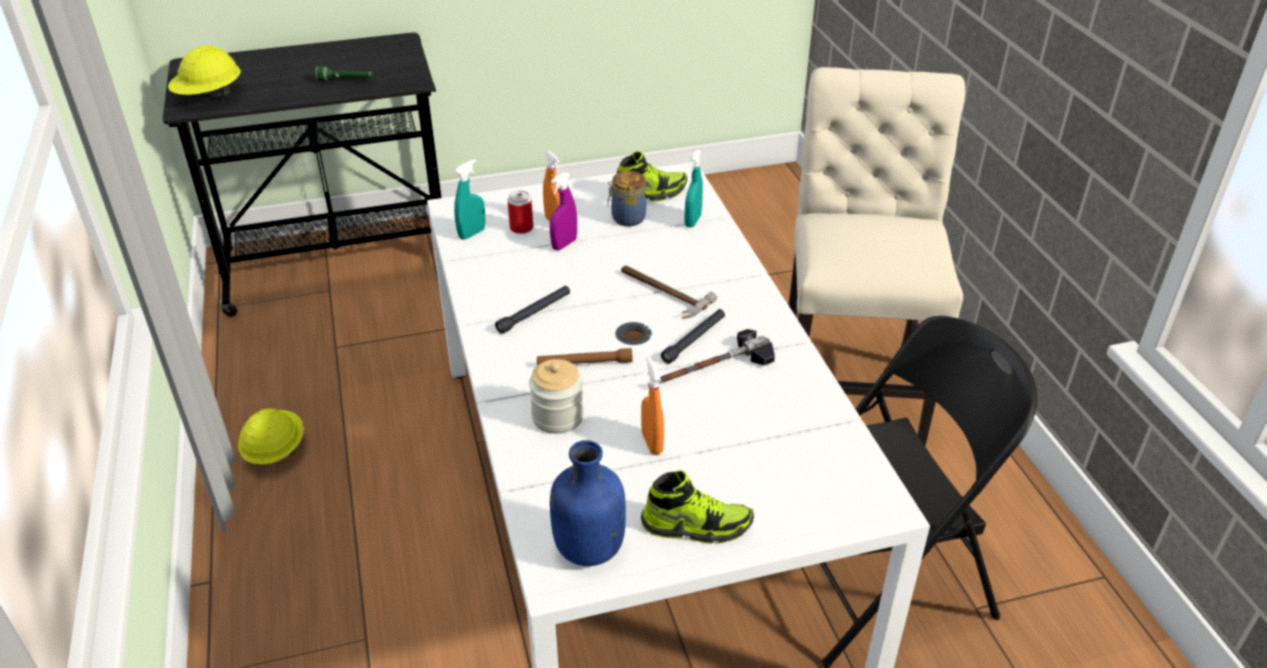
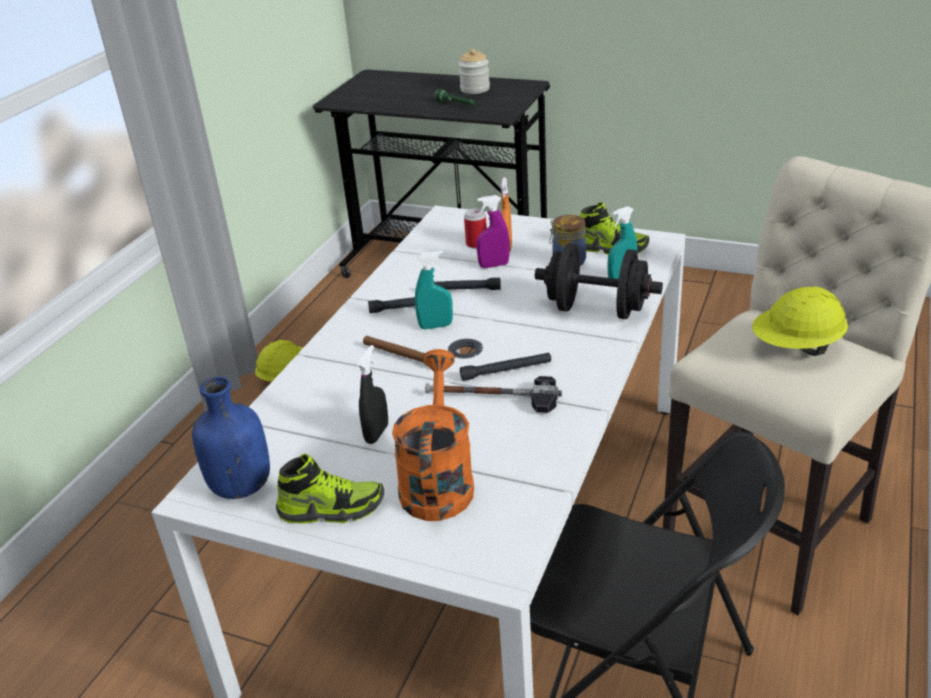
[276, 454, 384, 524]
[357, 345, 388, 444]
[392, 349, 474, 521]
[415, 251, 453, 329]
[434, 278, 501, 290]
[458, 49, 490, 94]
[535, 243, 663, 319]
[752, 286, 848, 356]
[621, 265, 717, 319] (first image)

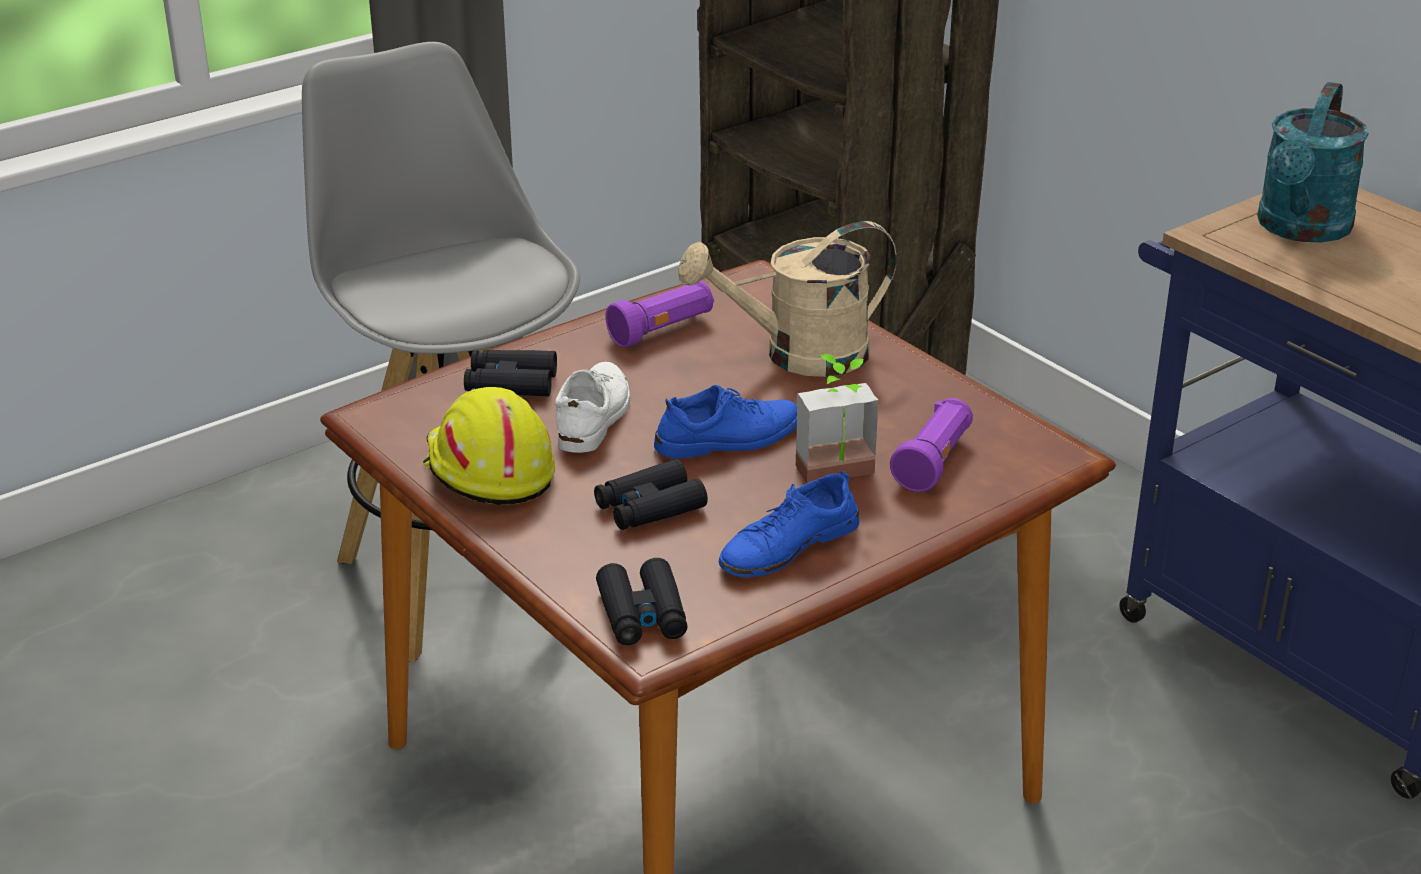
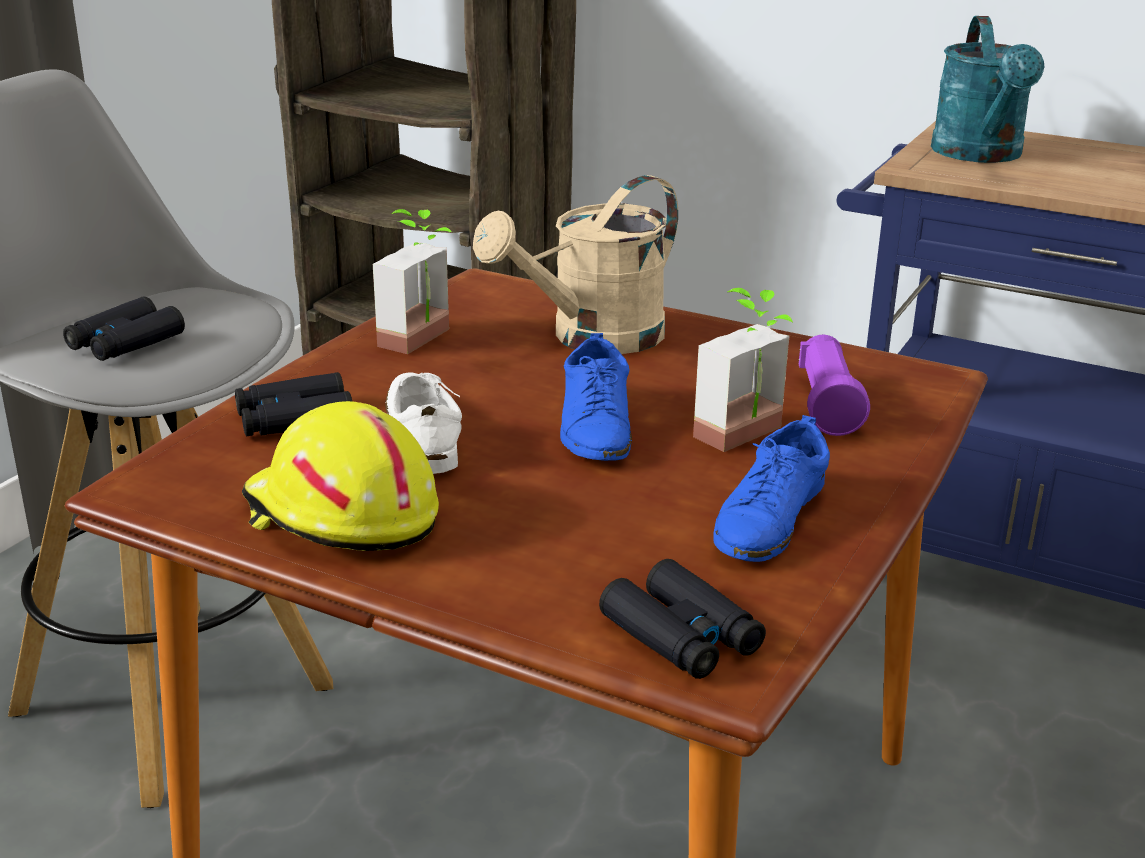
[63, 297, 185, 361]
[373, 209, 451, 354]
[560, 333, 632, 461]

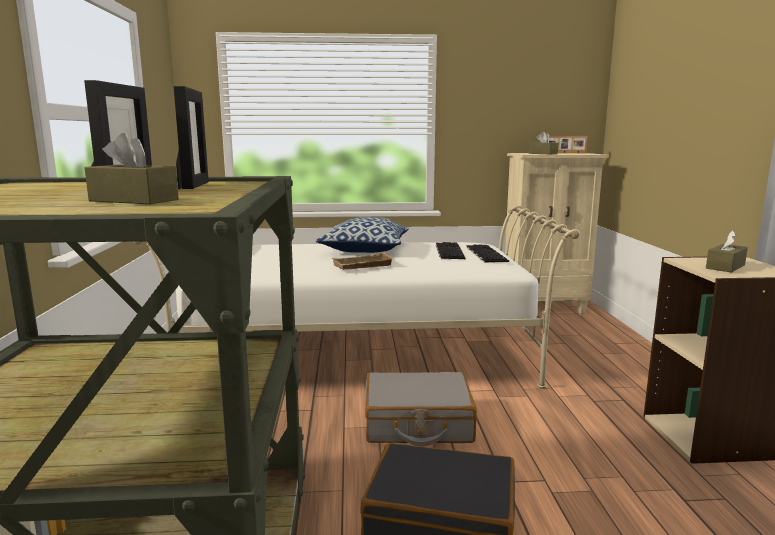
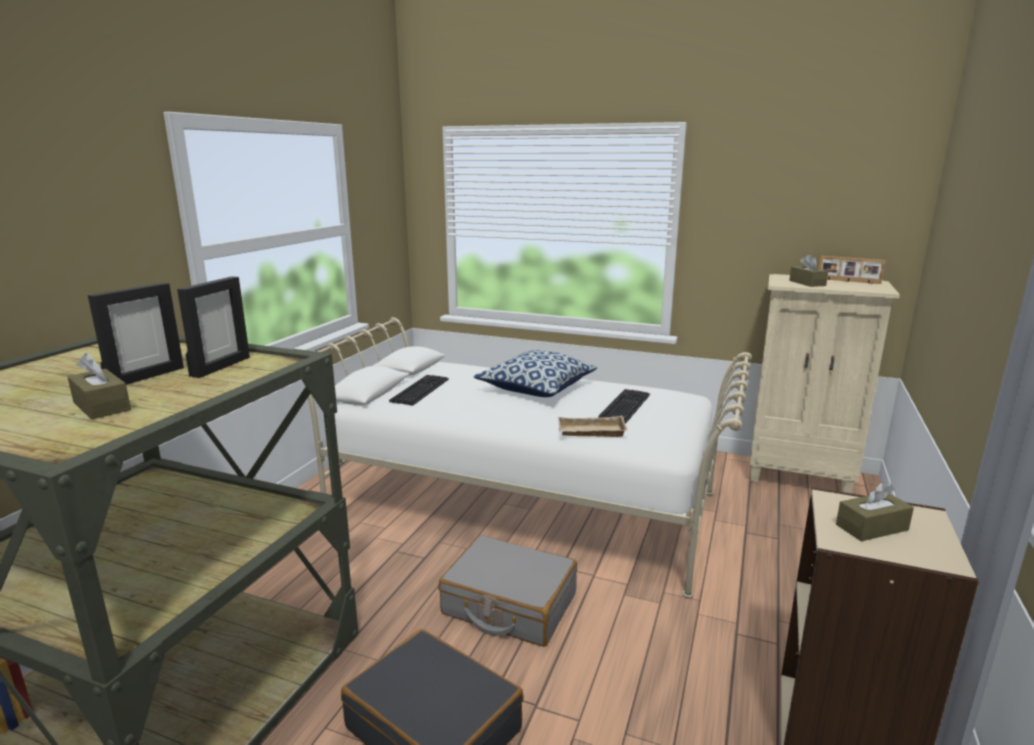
[389, 375, 449, 406]
[558, 416, 627, 437]

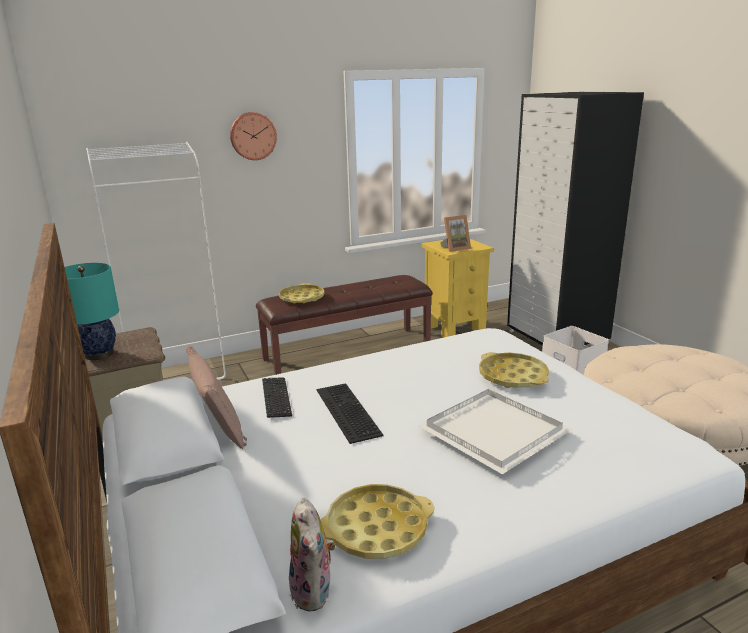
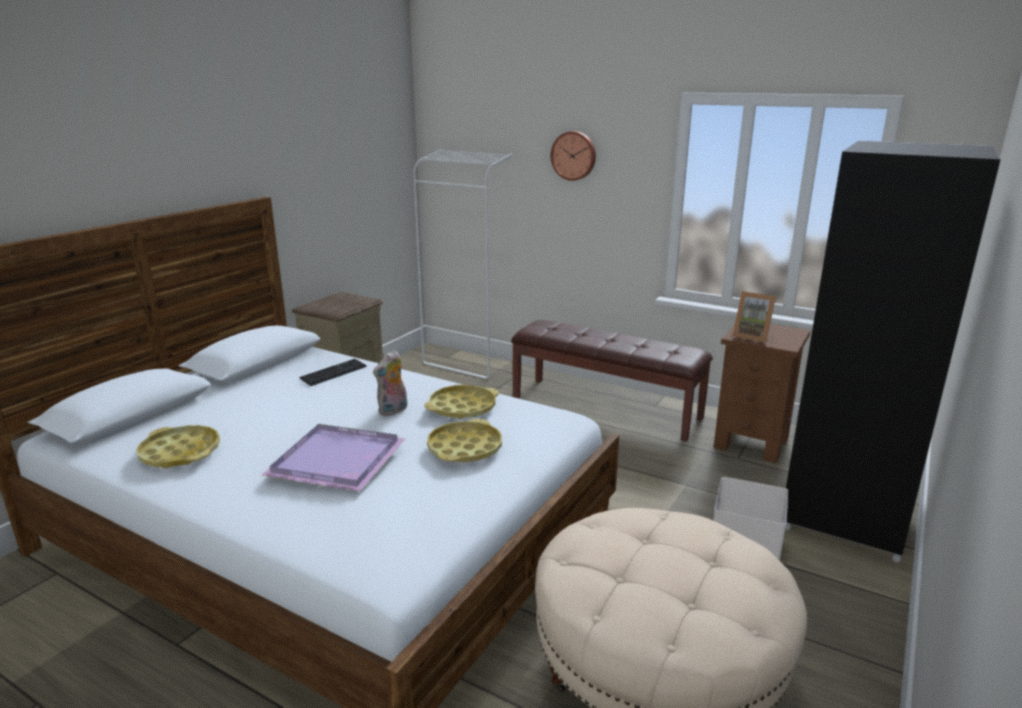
[262, 424, 405, 491]
[373, 350, 407, 416]
[424, 385, 499, 419]
[713, 324, 811, 463]
[65, 263, 119, 360] (first image)
[186, 345, 247, 449] (first image)
[317, 383, 383, 444] (first image)

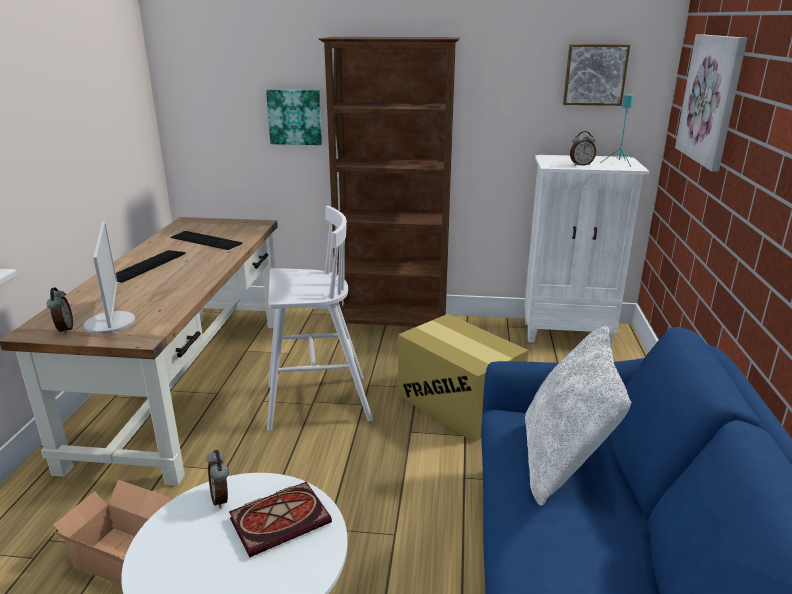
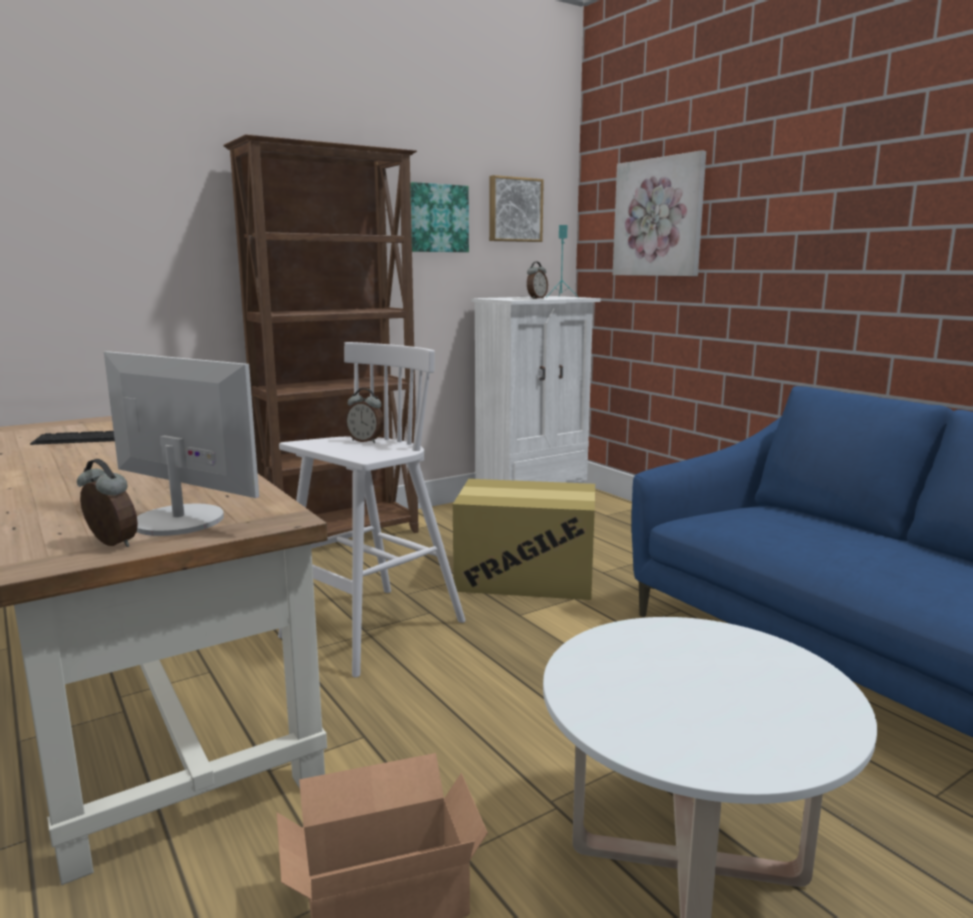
[344, 388, 384, 443]
[410, 182, 469, 252]
[116, 250, 185, 283] (first image)
[229, 482, 332, 557] (first image)
[525, 326, 631, 506] (first image)

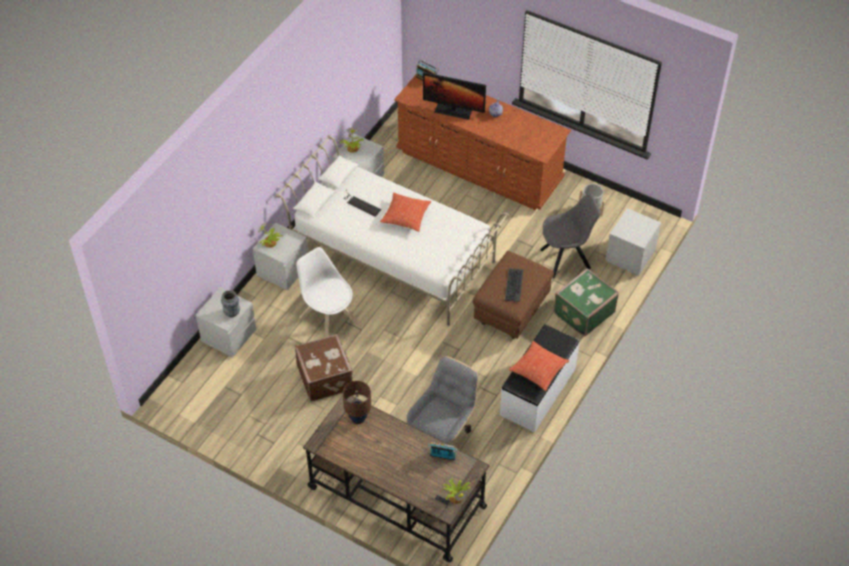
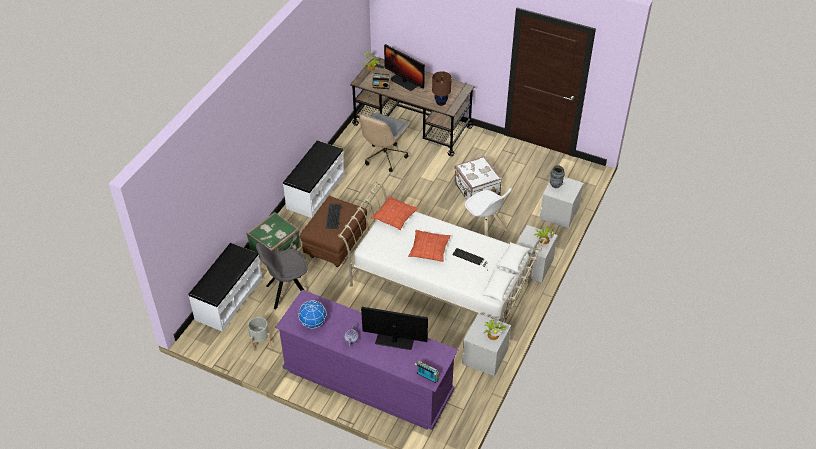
[188, 243, 262, 332]
[275, 290, 458, 430]
[298, 301, 327, 328]
[371, 196, 419, 230]
[384, 44, 425, 91]
[454, 156, 502, 200]

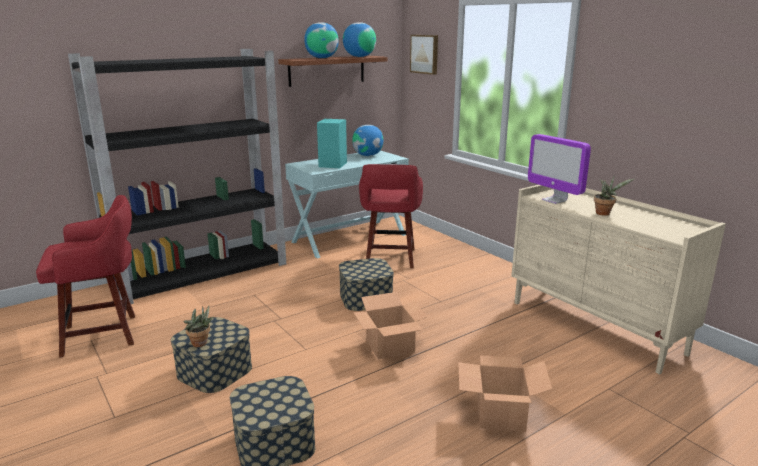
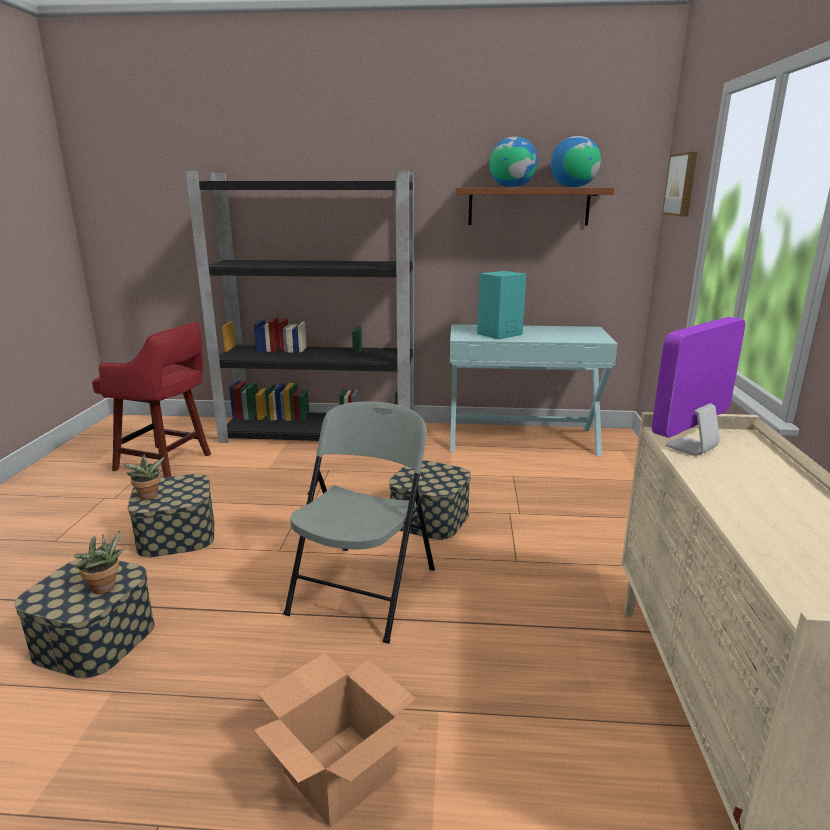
[74, 531, 125, 594]
[283, 401, 435, 644]
[652, 317, 745, 456]
[352, 125, 383, 156] (first image)
[359, 164, 423, 268] (first image)

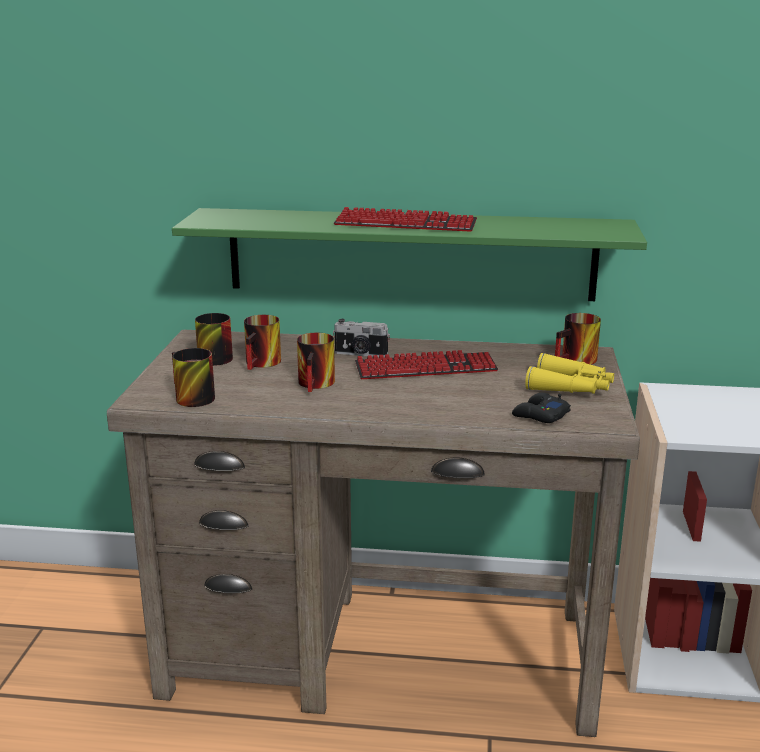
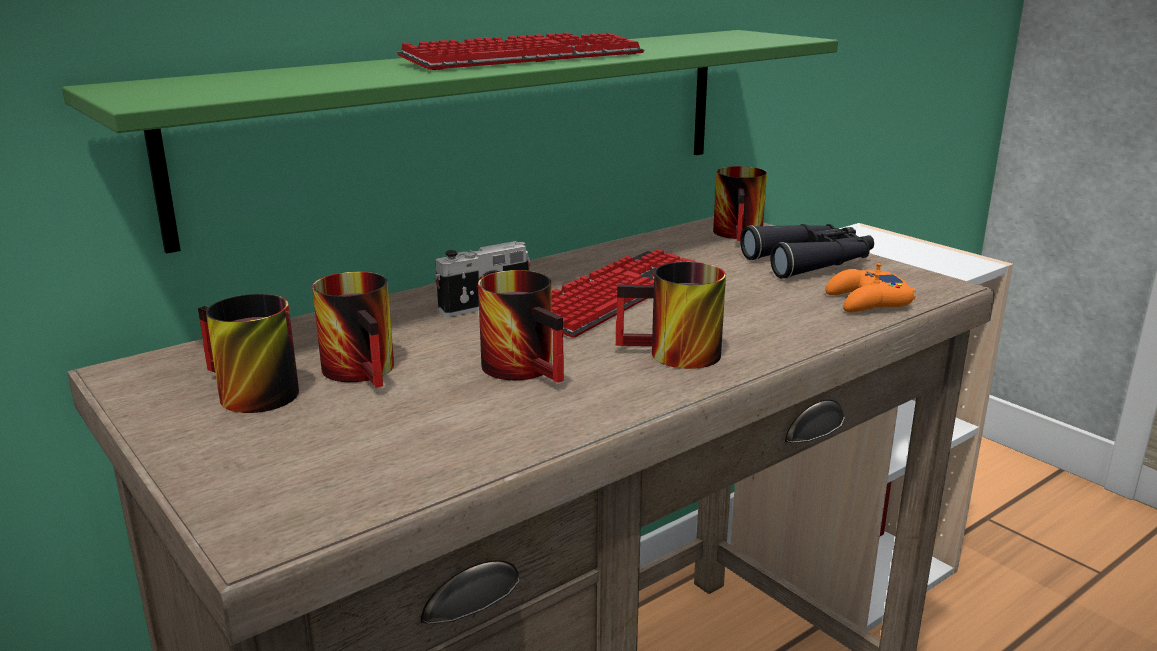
[616, 262, 726, 369]
[740, 224, 874, 279]
[825, 263, 916, 312]

